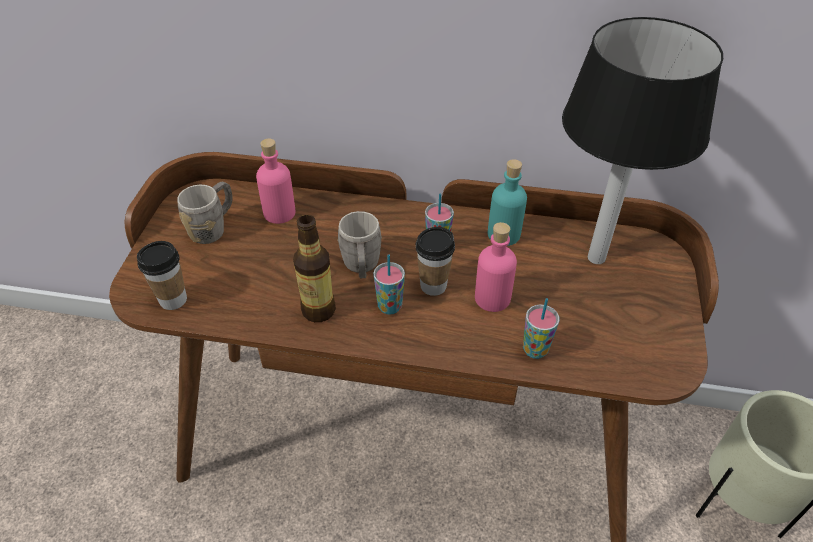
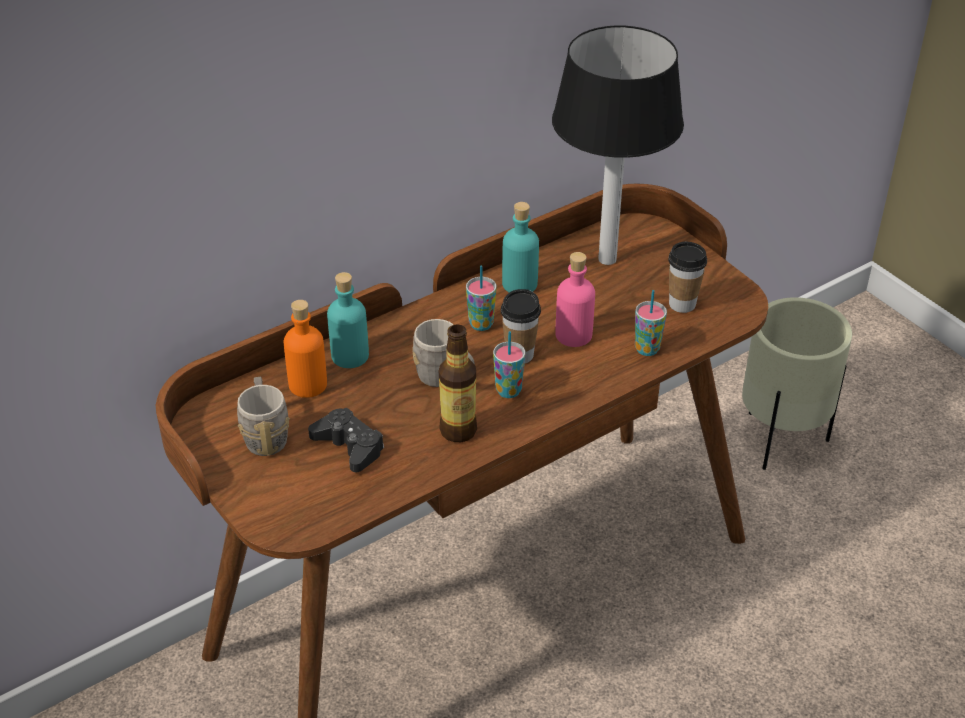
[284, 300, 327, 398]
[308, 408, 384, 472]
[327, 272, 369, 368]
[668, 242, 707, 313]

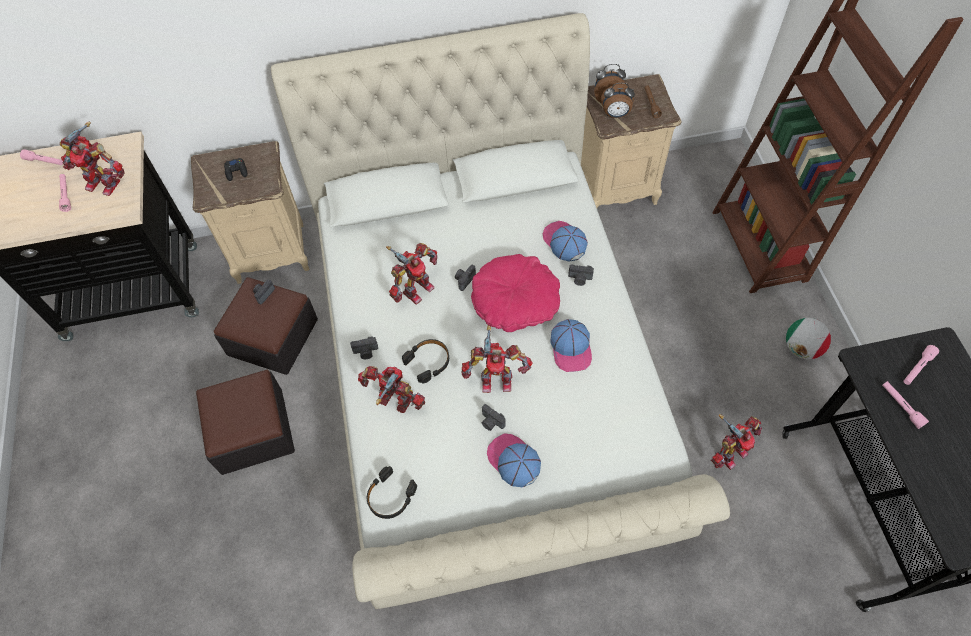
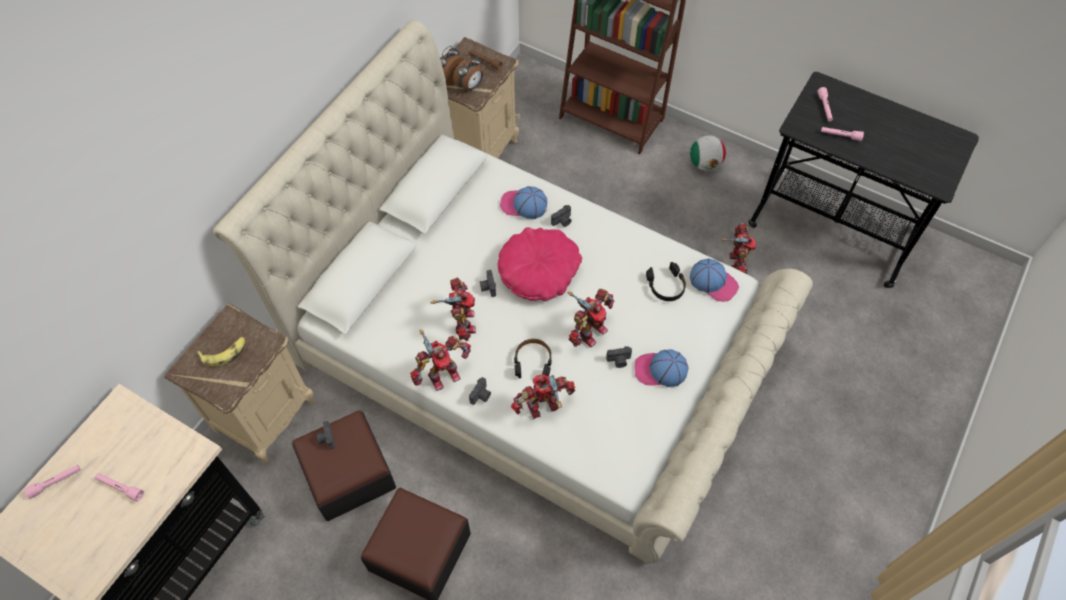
[197, 337, 246, 367]
[410, 329, 471, 391]
[646, 262, 686, 301]
[690, 258, 739, 302]

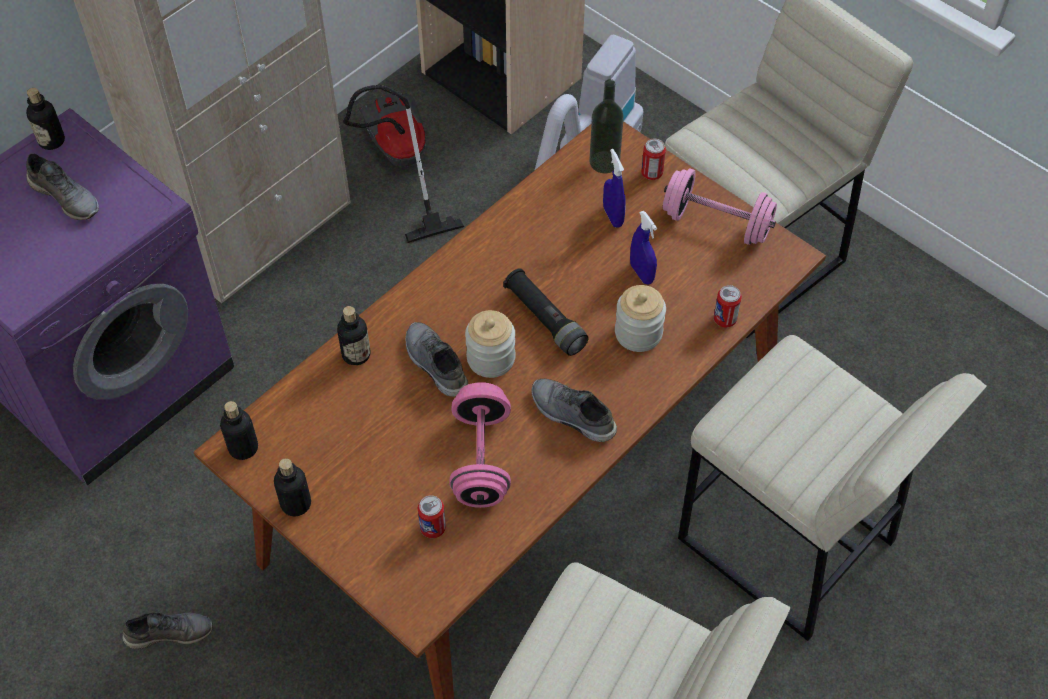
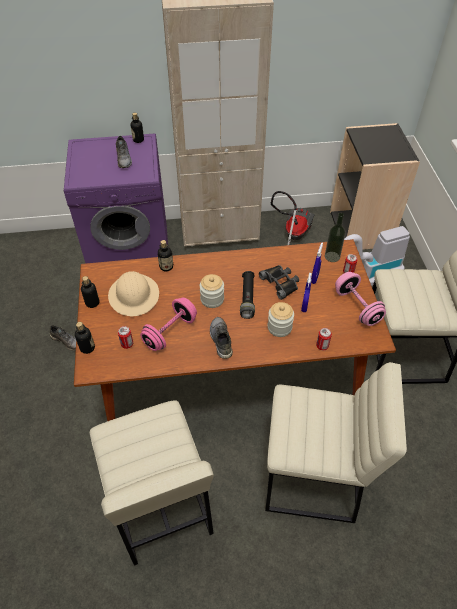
[75, 322, 95, 354]
[108, 271, 159, 316]
[259, 265, 299, 300]
[265, 362, 407, 523]
[405, 322, 468, 397] (first image)

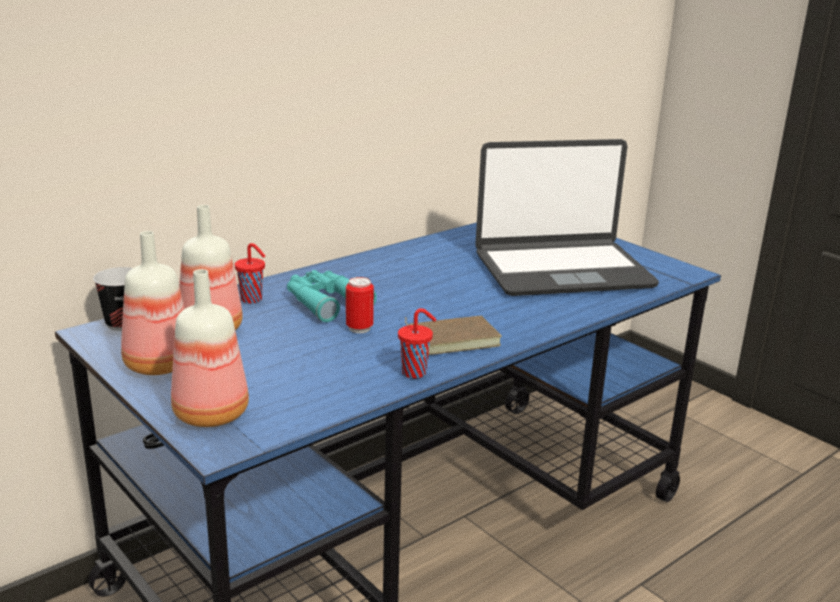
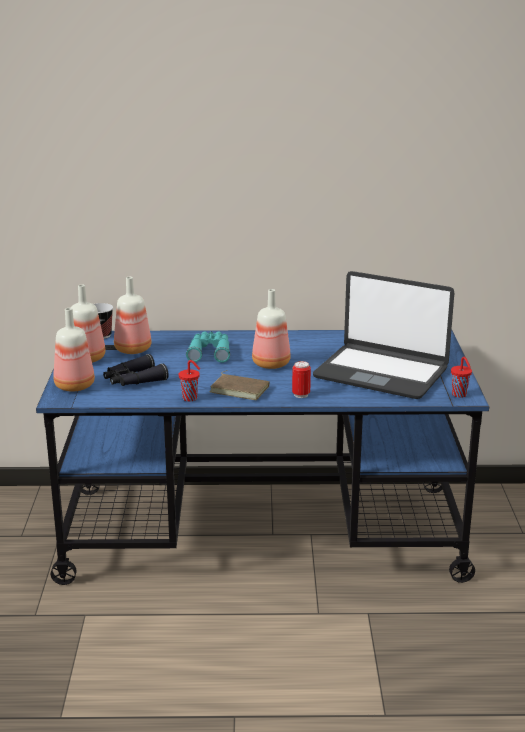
[103, 354, 169, 386]
[252, 289, 291, 369]
[292, 361, 311, 398]
[451, 357, 472, 398]

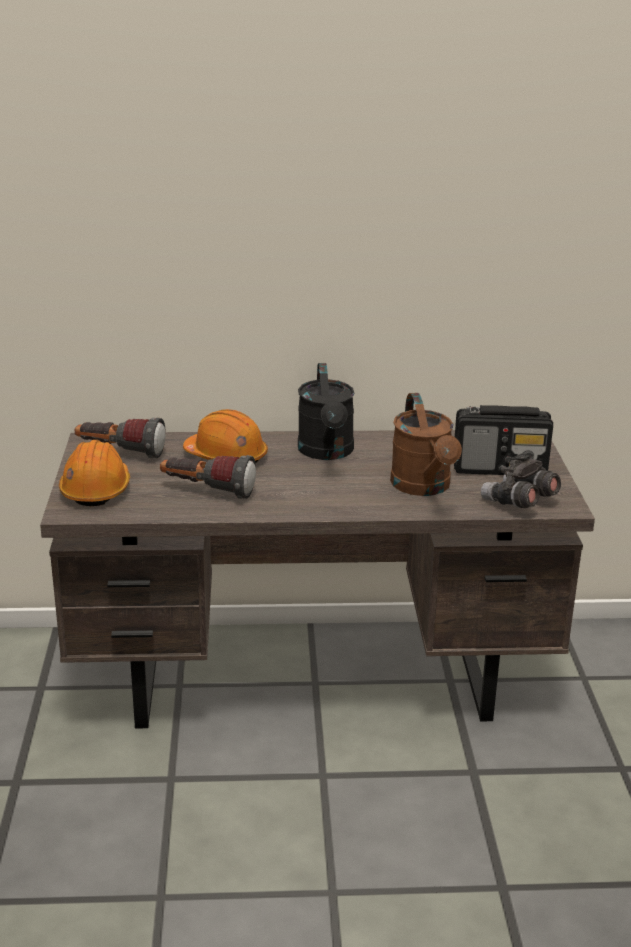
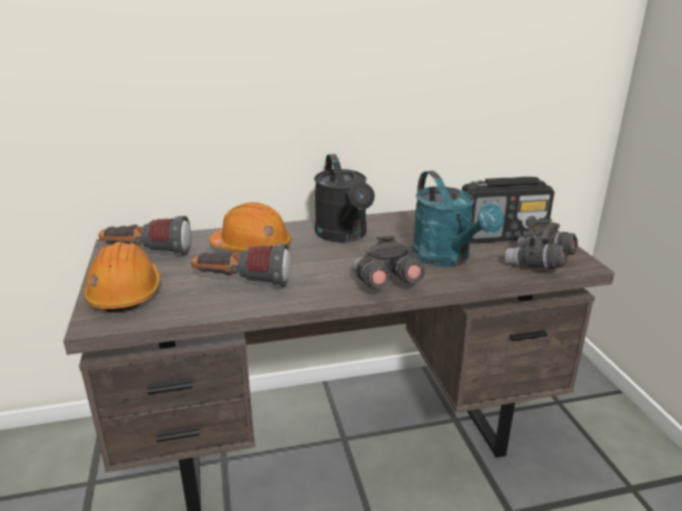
[352, 235, 425, 289]
[412, 171, 504, 267]

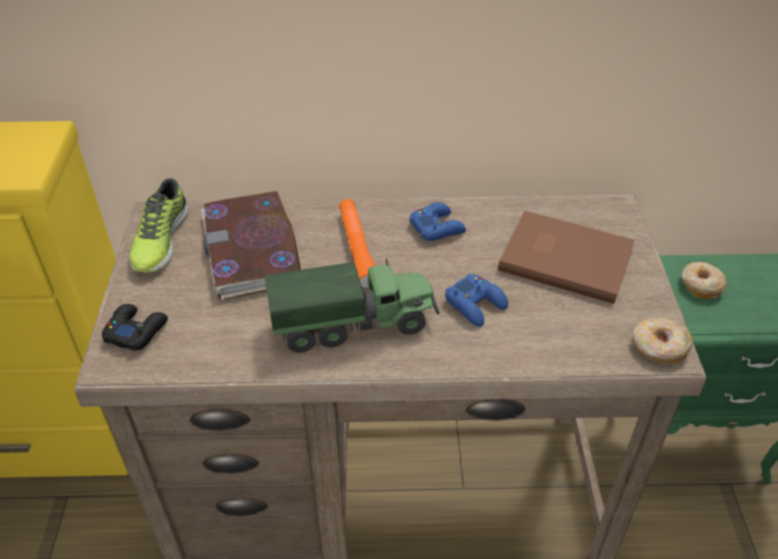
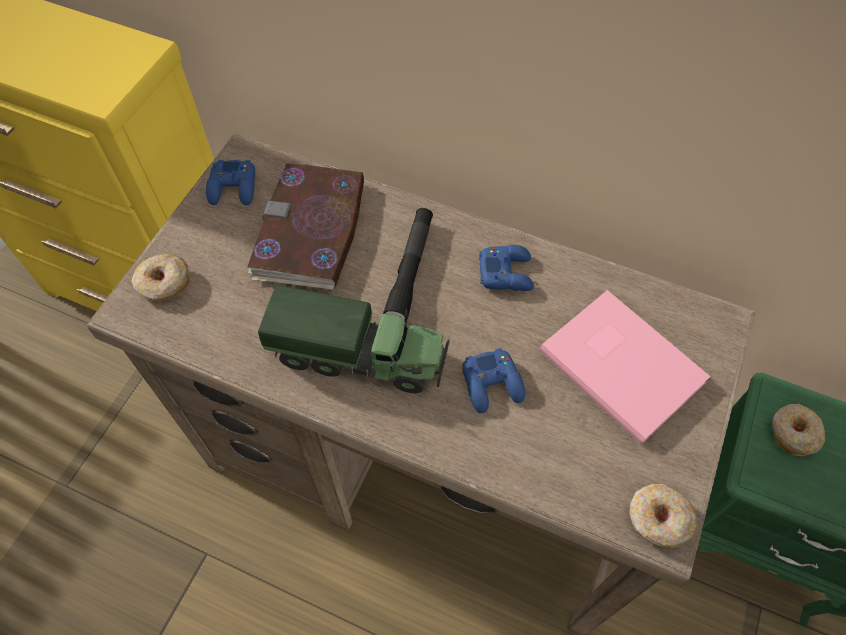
[131, 254, 190, 301]
[206, 160, 255, 205]
[383, 208, 433, 323]
[540, 290, 711, 445]

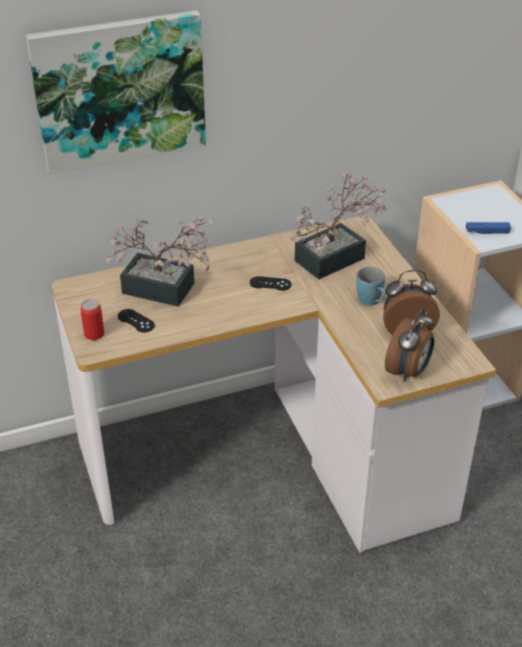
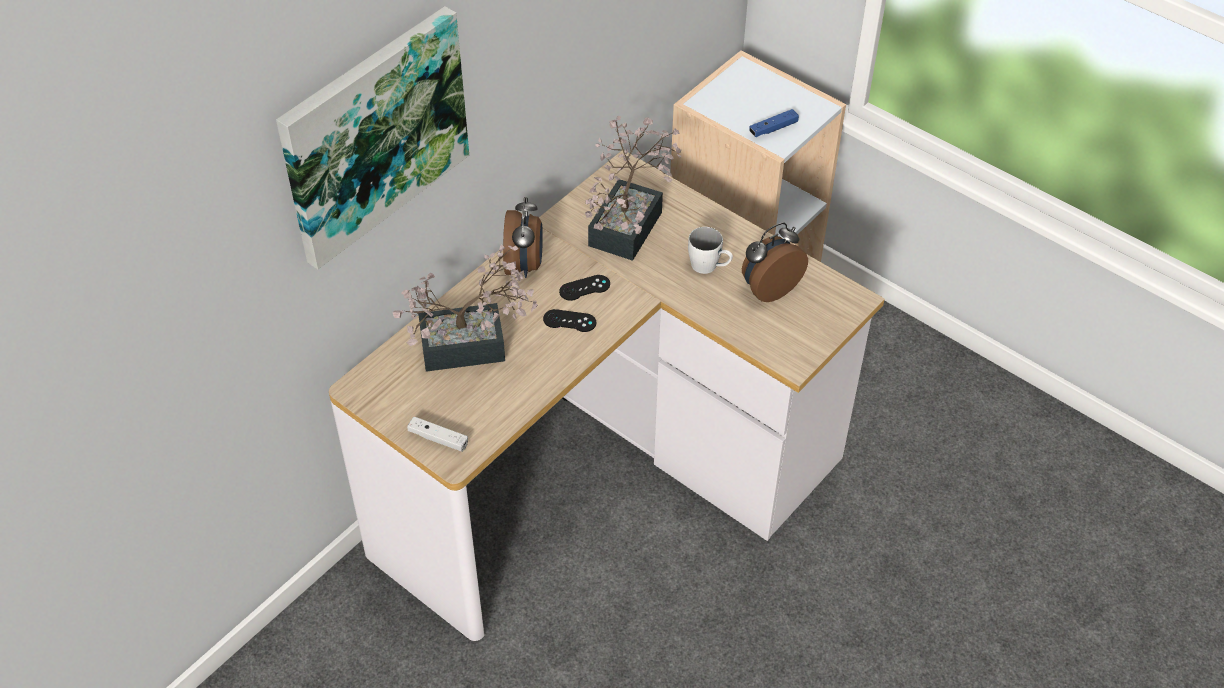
[407, 416, 468, 452]
[503, 197, 543, 278]
[543, 309, 596, 332]
[688, 227, 733, 274]

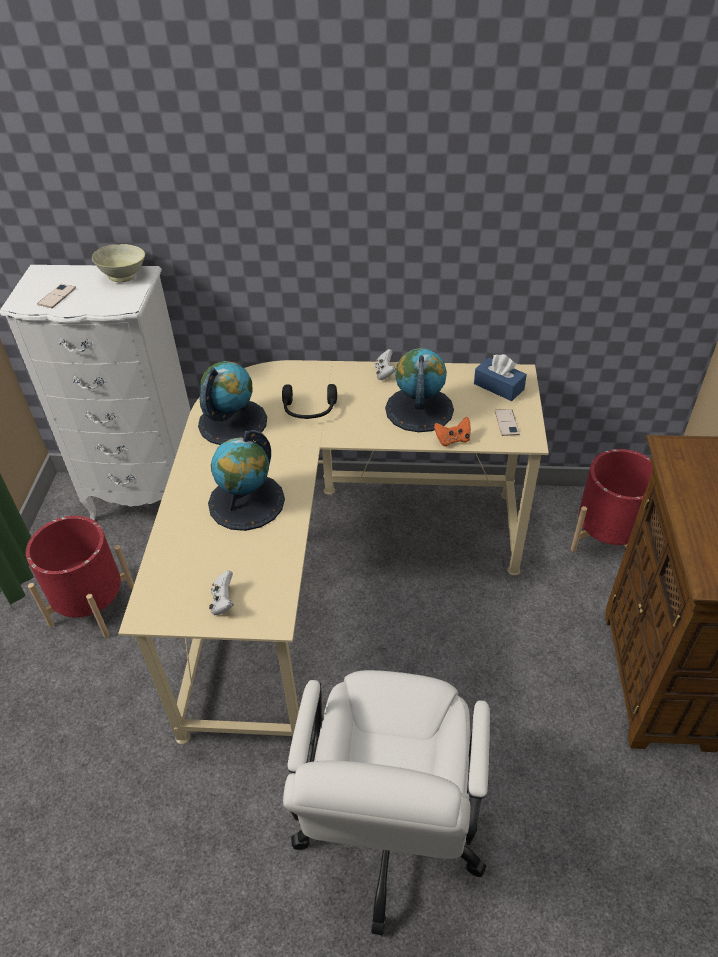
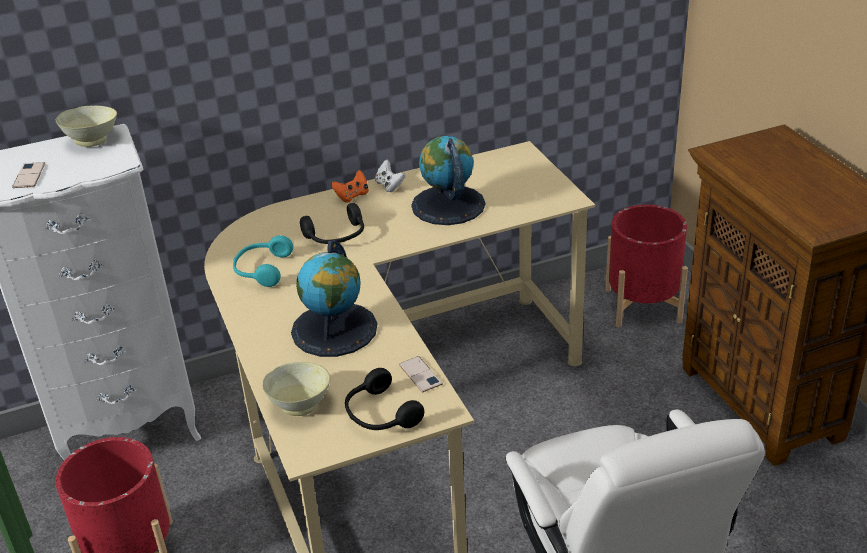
[233, 235, 293, 287]
[262, 362, 330, 416]
[331, 170, 369, 202]
[345, 368, 424, 430]
[399, 356, 443, 392]
[474, 354, 527, 401] (first image)

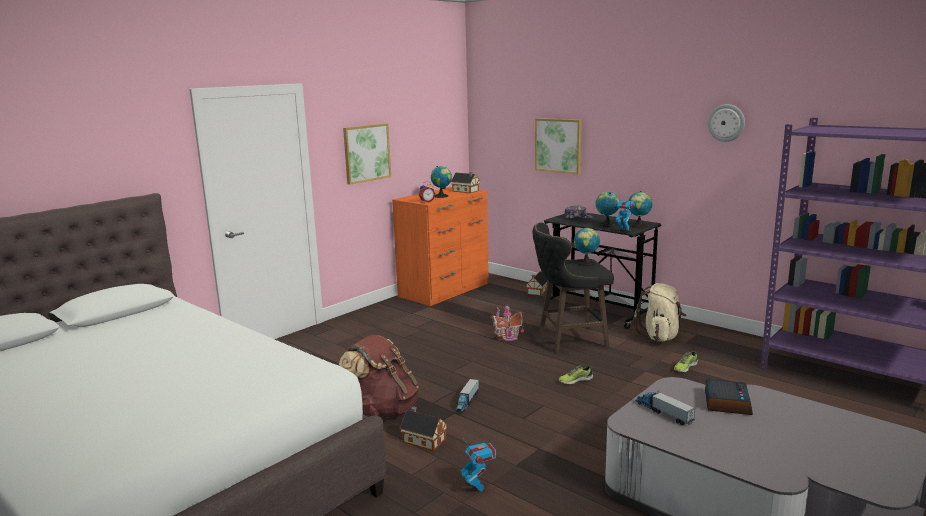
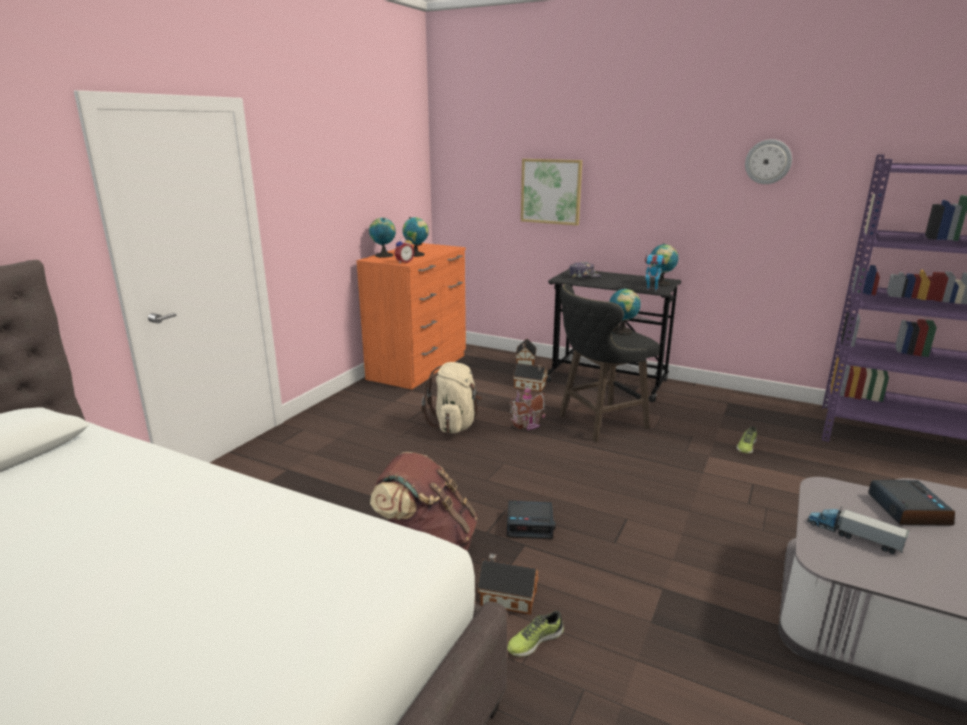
[369, 218, 396, 258]
[421, 362, 482, 433]
[507, 501, 556, 539]
[507, 611, 564, 657]
[513, 363, 548, 392]
[343, 123, 391, 185] (first image)
[460, 438, 496, 494] (first image)

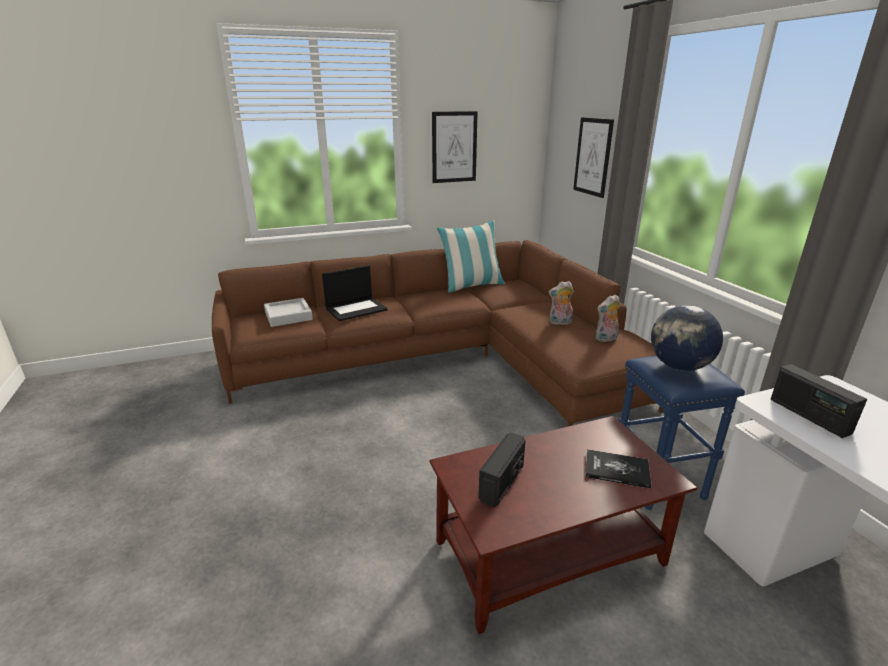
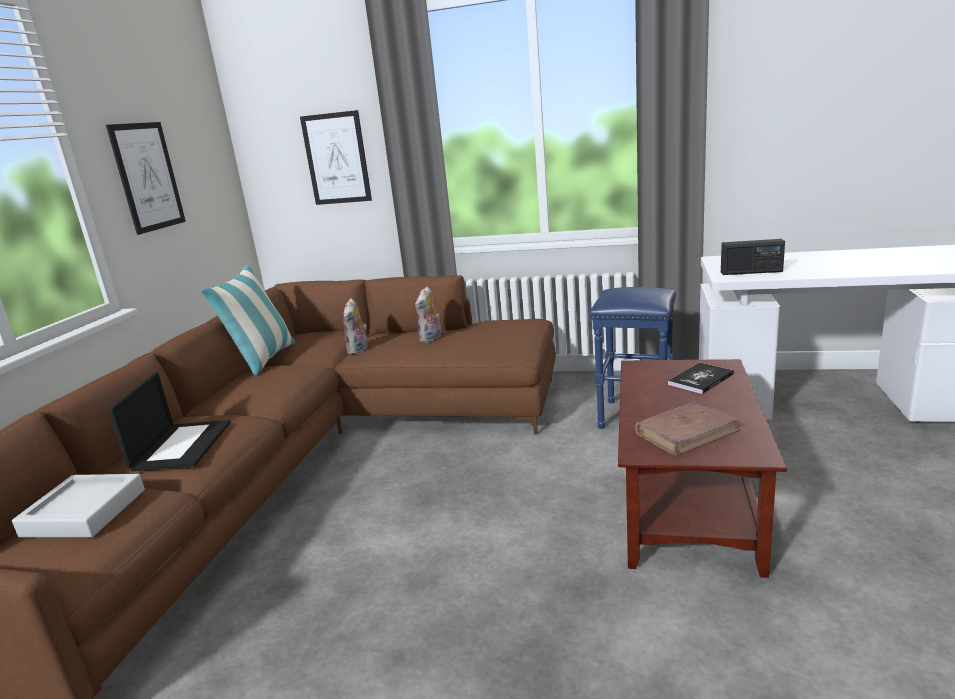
[343, 298, 368, 354]
[635, 401, 740, 456]
[651, 305, 723, 371] (first image)

